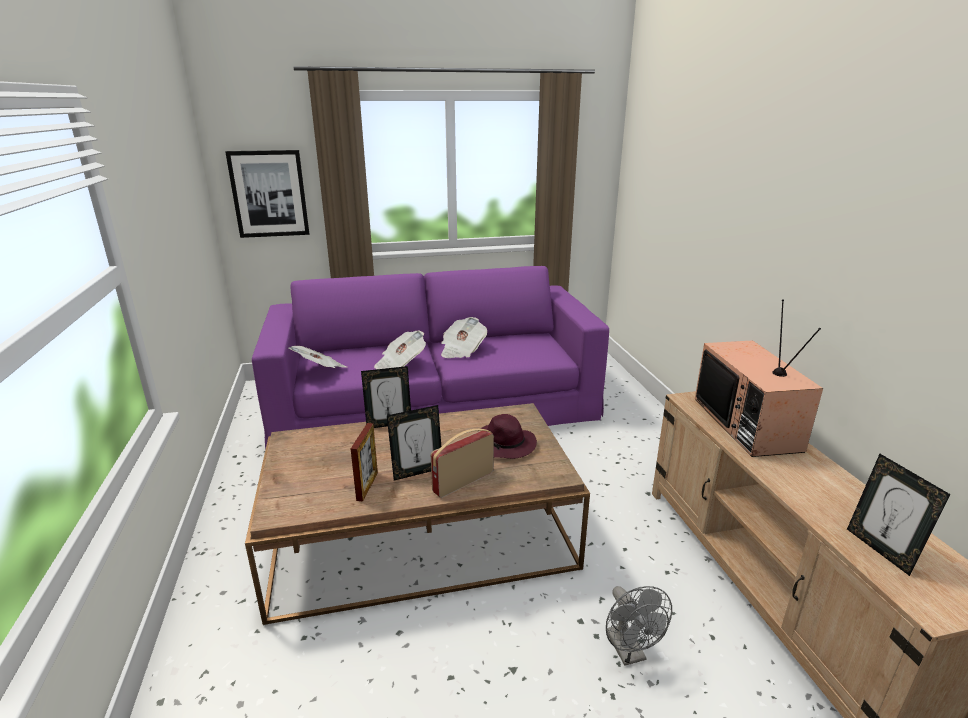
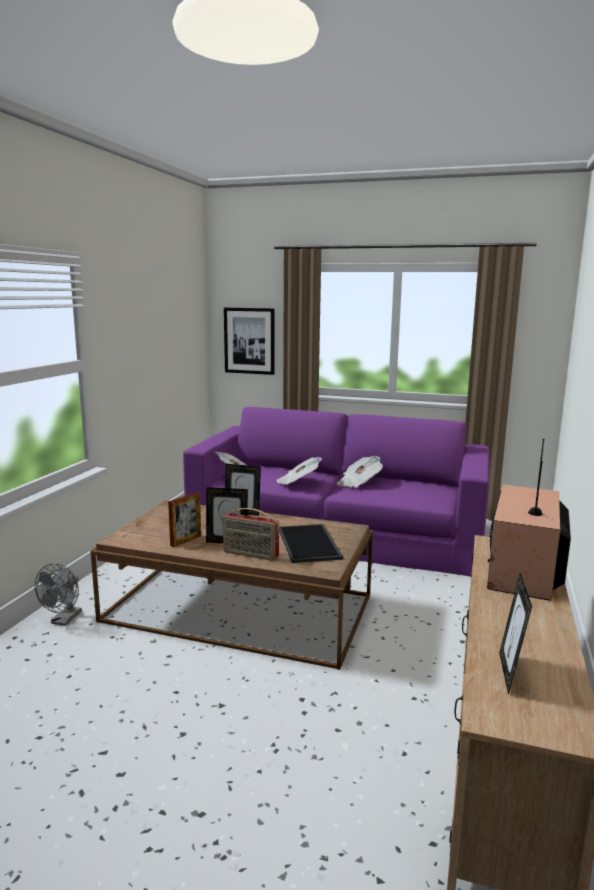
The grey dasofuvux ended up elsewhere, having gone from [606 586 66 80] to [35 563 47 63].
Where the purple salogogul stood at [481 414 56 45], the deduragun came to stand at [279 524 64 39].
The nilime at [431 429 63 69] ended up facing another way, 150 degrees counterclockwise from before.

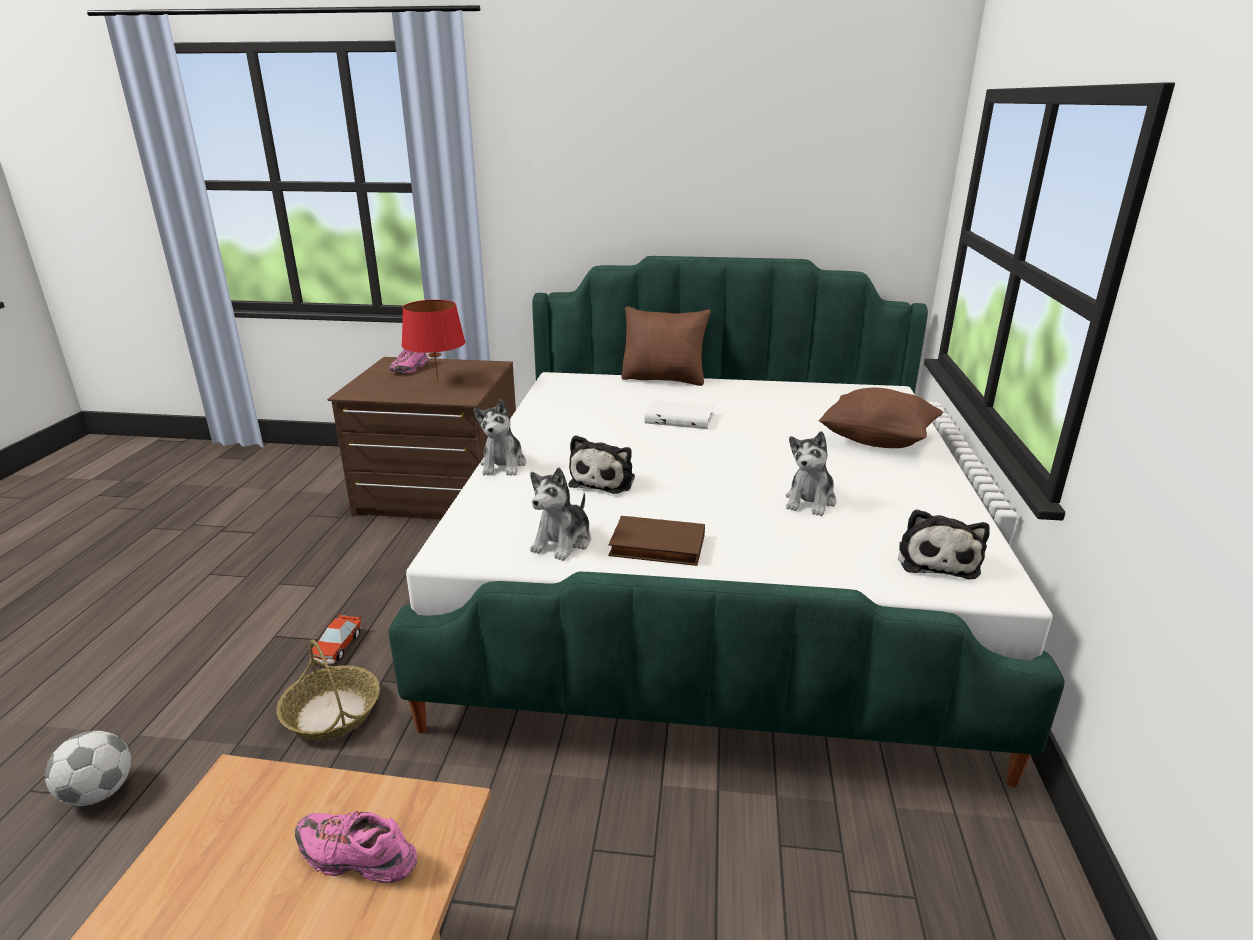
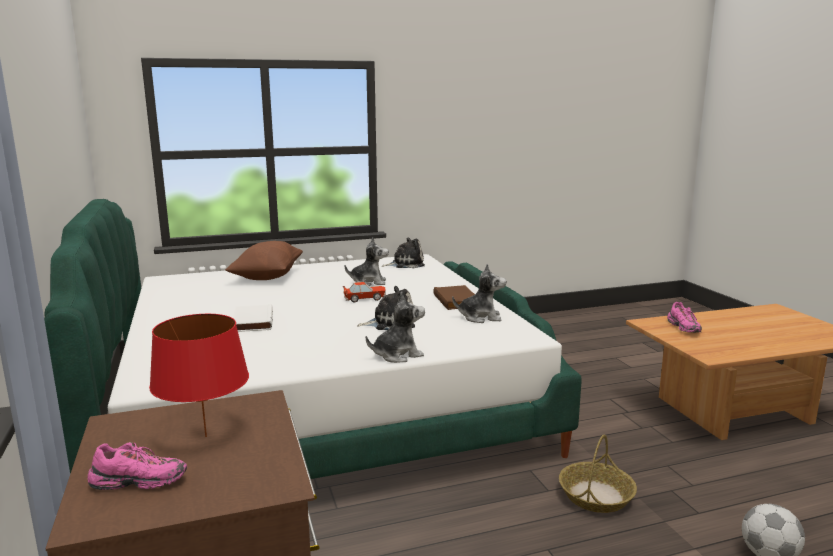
The second view lost the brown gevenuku at [621 306 90 80].
The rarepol ended up elsewhere, having gone from [309 613 53 51] to [343 282 43 21].

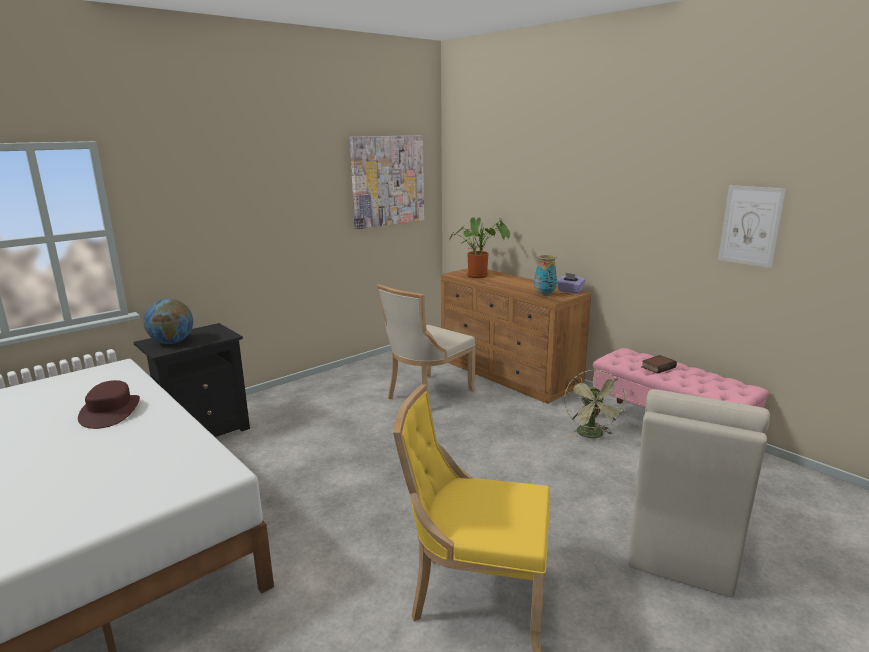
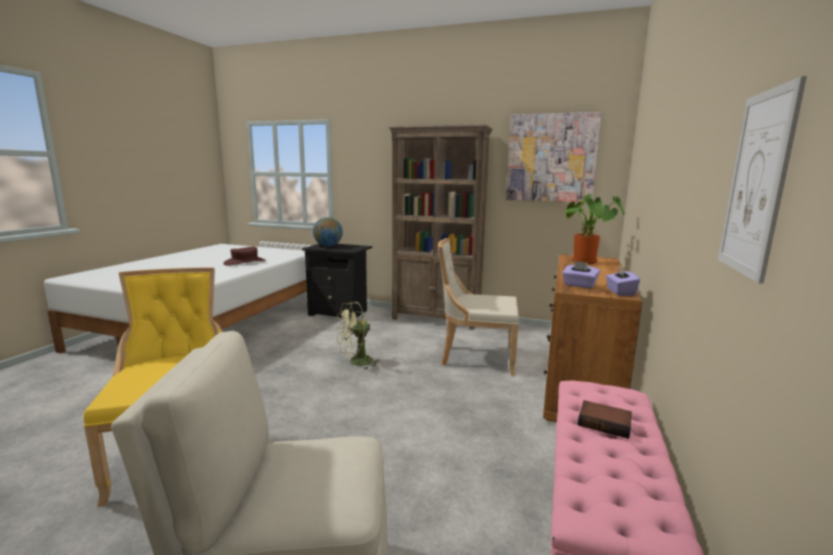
The second view gained the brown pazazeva at [389 124 104 206].
The green dasofuvux ended up elsewhere, having gone from [564 370 63 68] to [336 302 45 68].
Where the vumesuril stood at [534 254 23 42], the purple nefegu came to stand at [562 261 38 28].

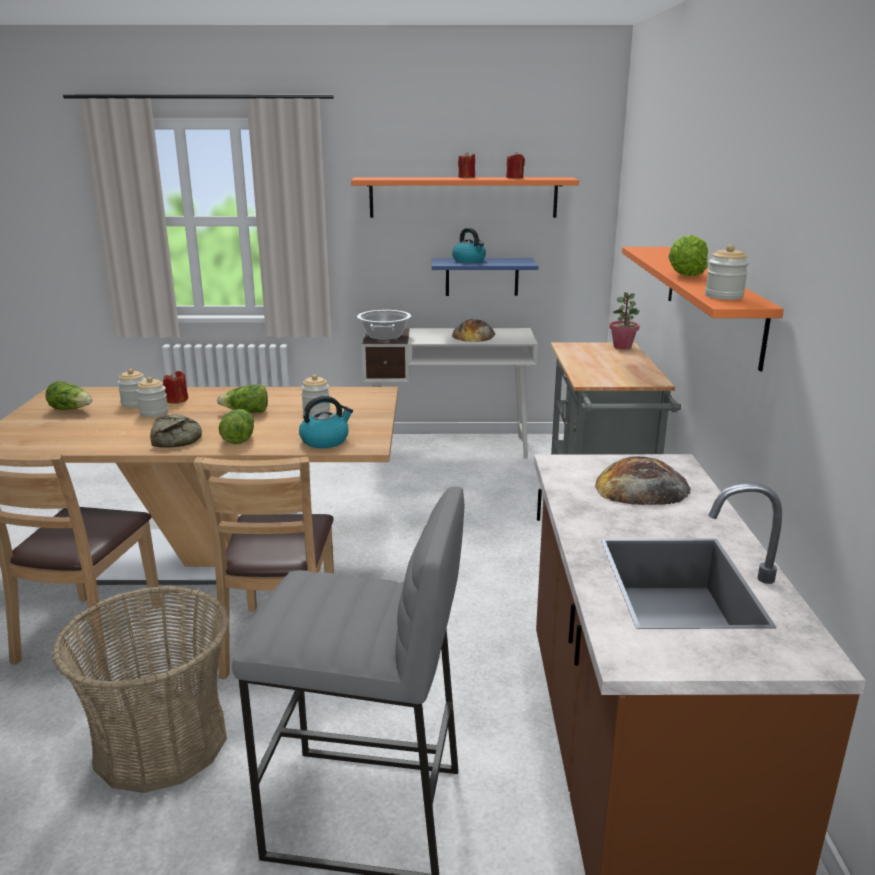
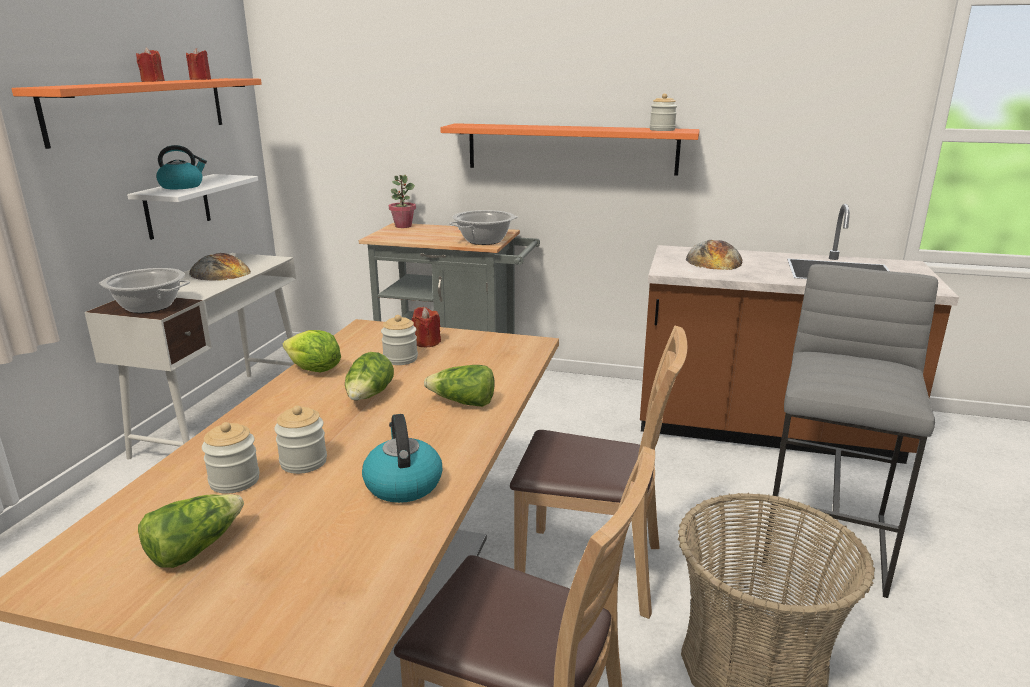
The second view lost the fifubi at [150 414 52 34].
The second view gained the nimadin at [449 210 69 35].
The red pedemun ended up elsewhere, having gone from [163 371 25 33] to [412 307 29 40].
The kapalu ended up elsewhere, having gone from [299 396 54 52] to [362 414 80 89].
The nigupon ended up elsewhere, having gone from [668 235 40 41] to [283 330 58 43].
What was the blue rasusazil at [432 258 106 38] turned into the white rasusazil at [127 174 131 66].

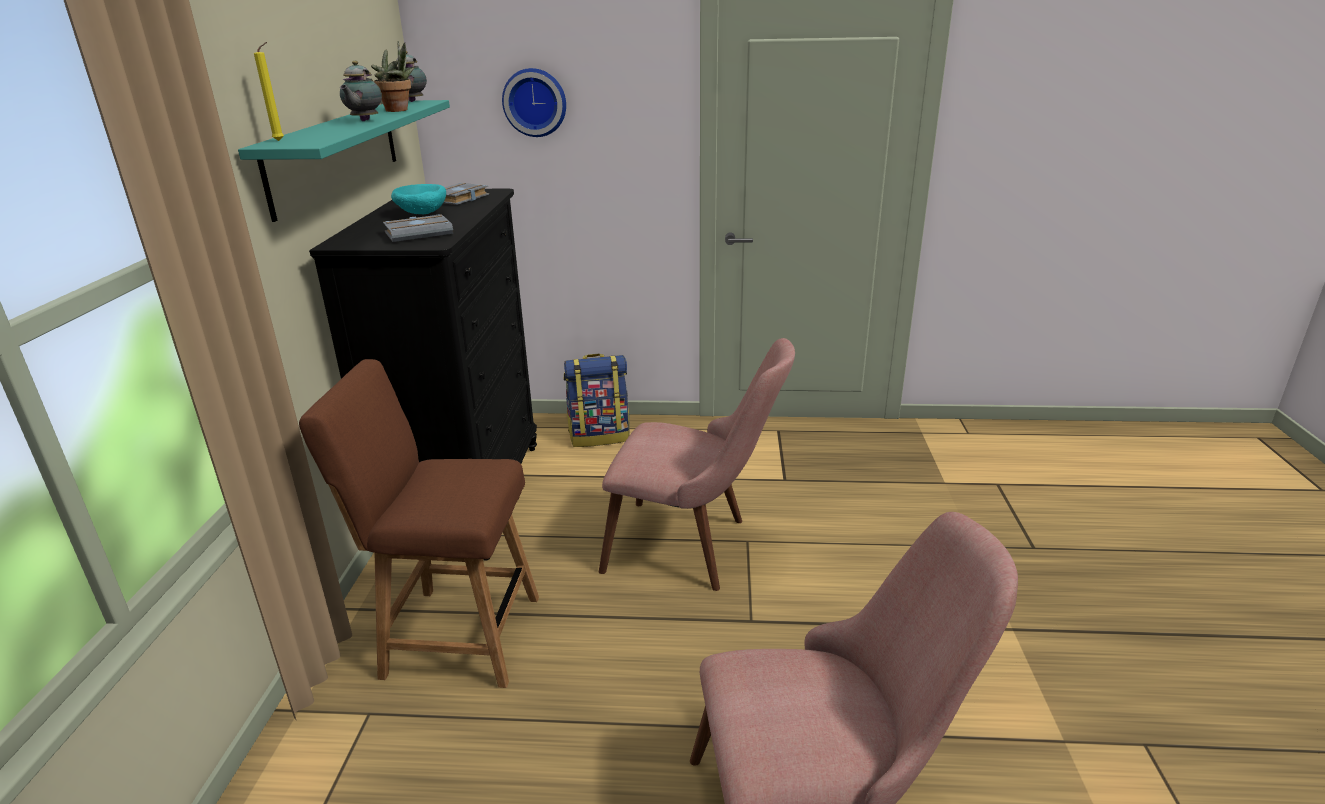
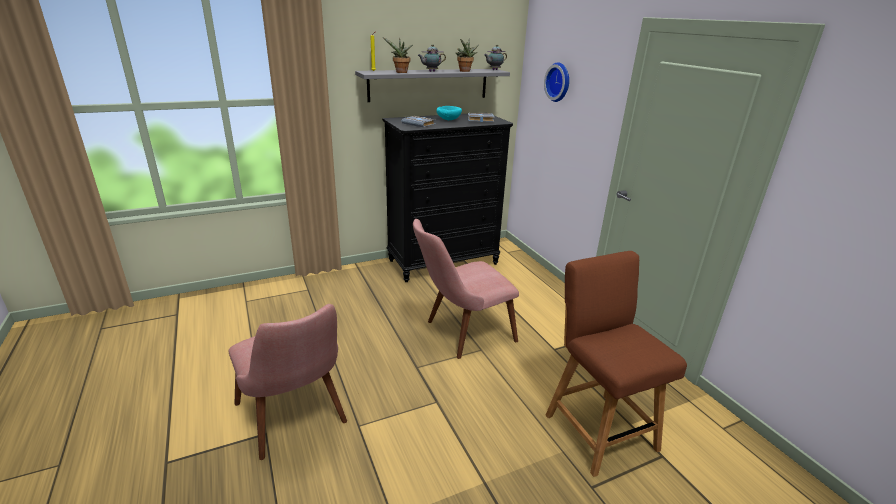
The second view lost the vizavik at [564 354 65 93].
The second view gained the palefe at [383 37 30 36].
The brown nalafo ended up elsewhere, having gone from [299 359 240 329] to [546 251 141 226].
What was the turquoise rasusazil at [238 100 212 122] turned into the grey rasusazil at [355 69 155 33].
The pink nalafo at [599 338 196 253] ended up facing another way, 75 degrees clockwise from before.

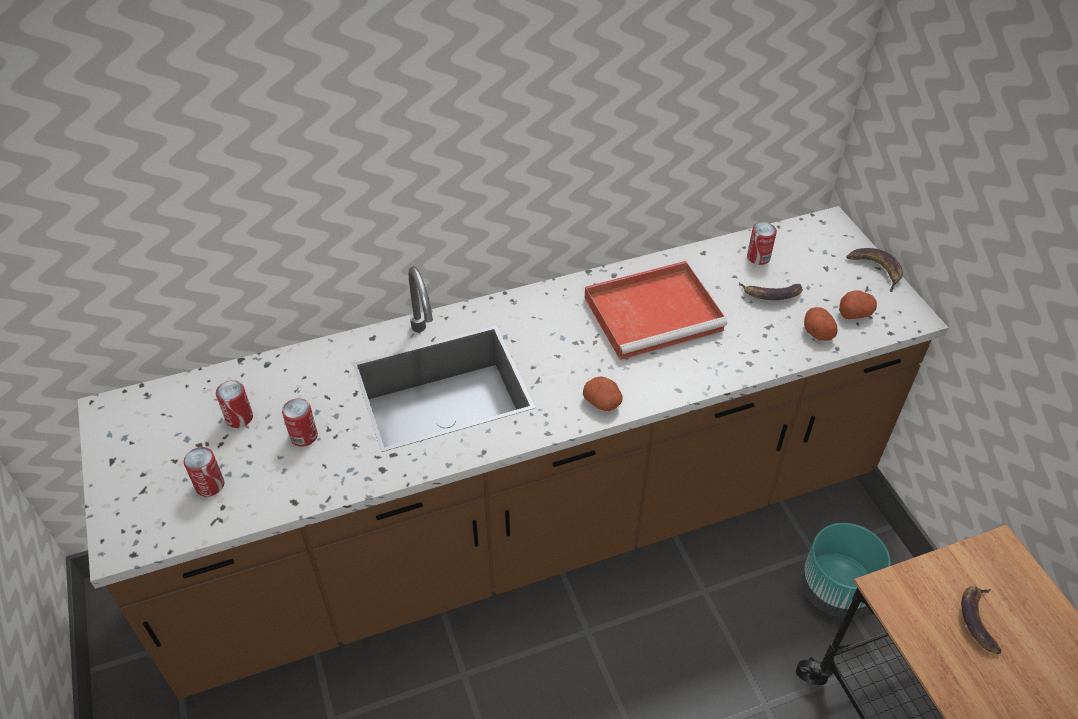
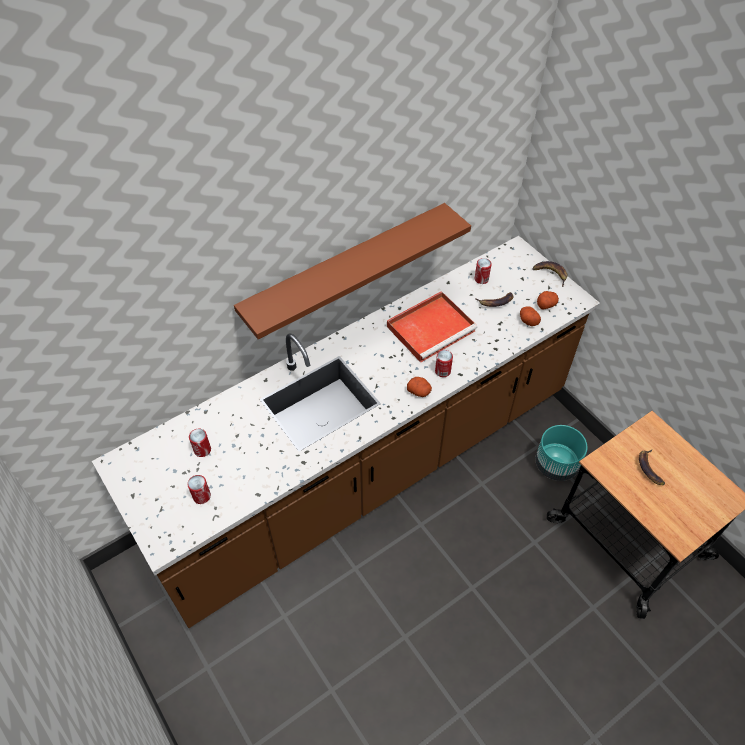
The second view gained the brown rasusazil at [234 203 237 137].
The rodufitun ended up elsewhere, having gone from [282 398 36 49] to [435 350 18 27].

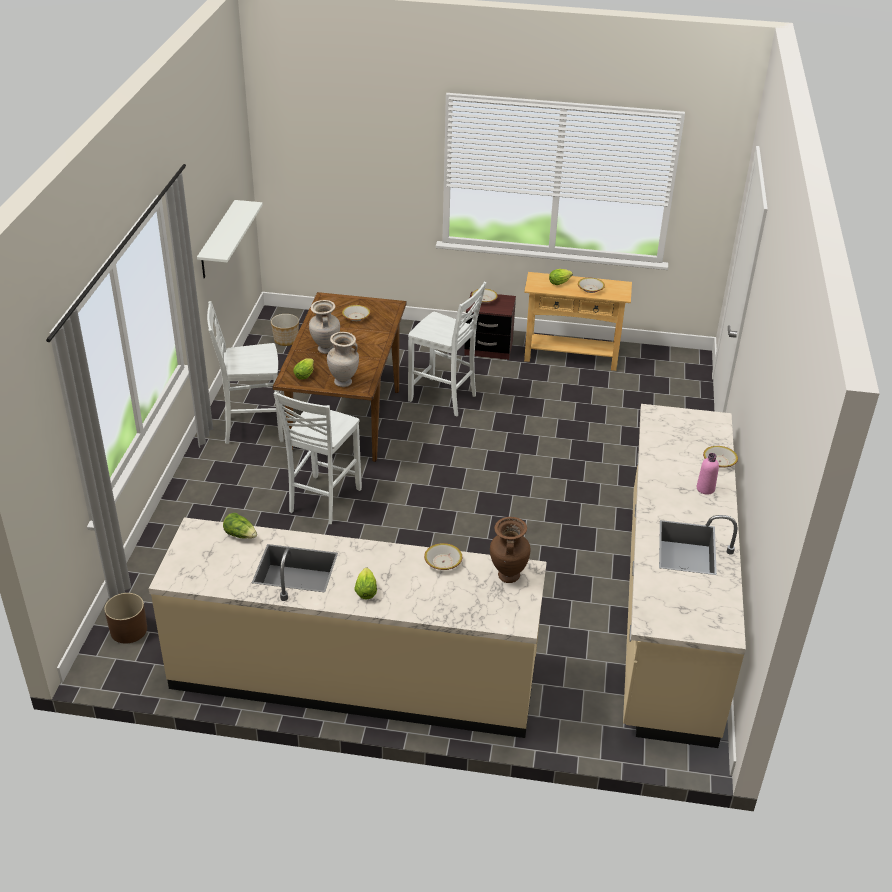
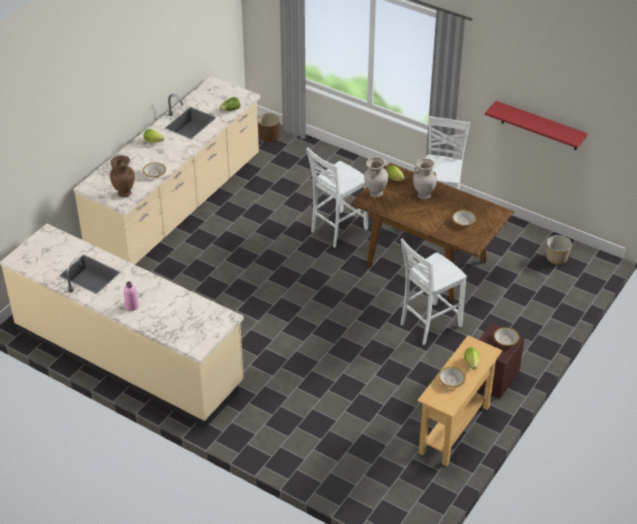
The second view lost the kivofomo at [703 446 35 22].
What was the white rasusazil at [197 200 66 78] turned into the red rasusazil at [485 101 103 49].
The white nalafo at [273 392 89 132] ended up facing another way, 90 degrees counterclockwise from before.

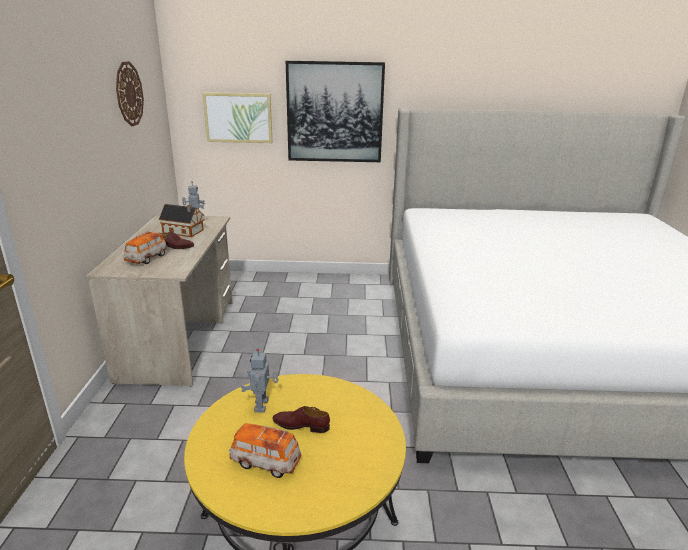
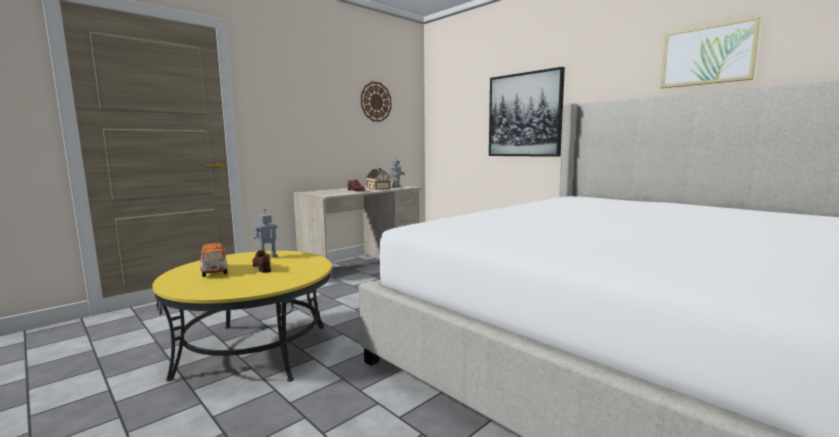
The second view lost the rarepol at [123 231 44 33].
The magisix ended up elsewhere, having gone from [202 92 70 51] to [661 16 100 72].

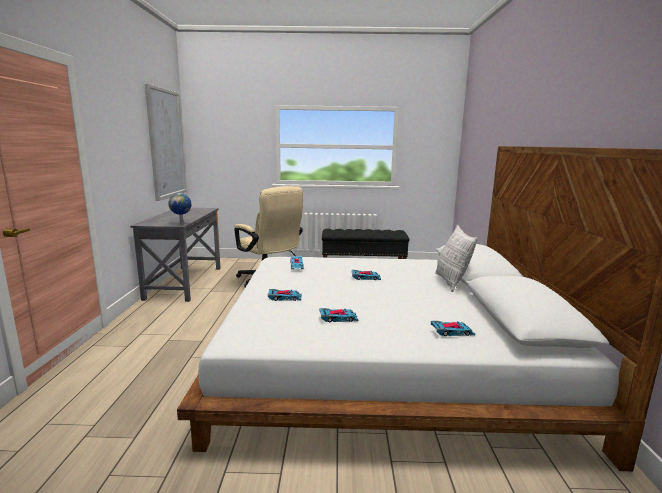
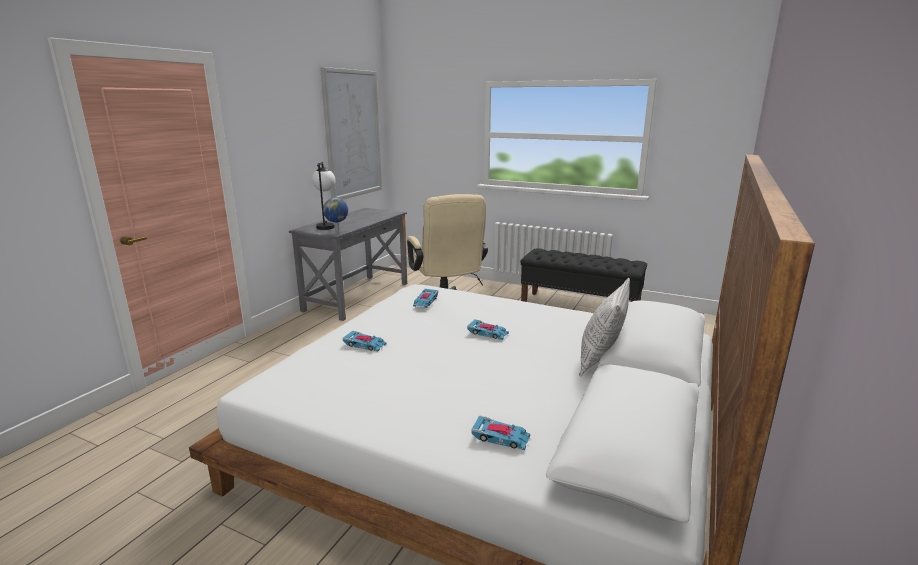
The second view lost the rarepol at [320 308 38 14].
The second view gained the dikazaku at [312 162 23 68].

